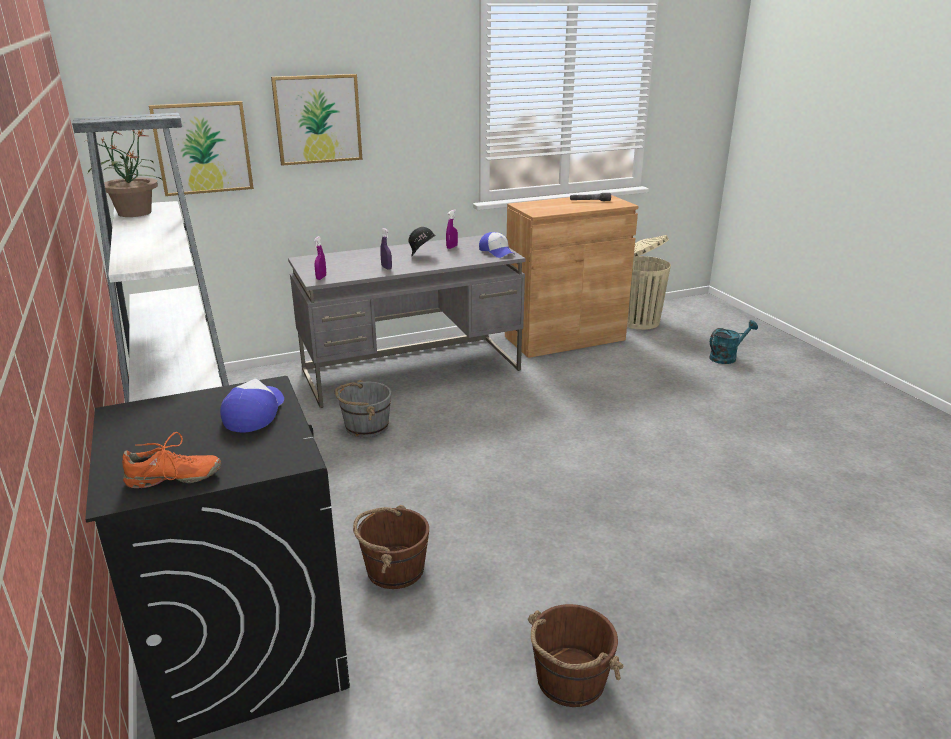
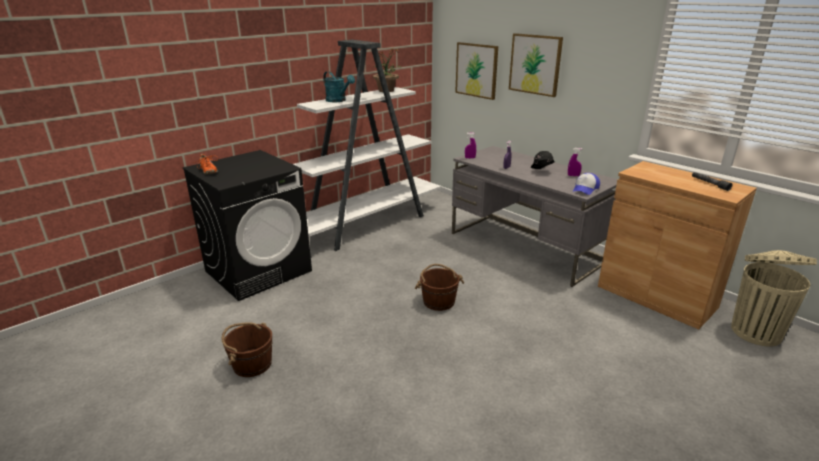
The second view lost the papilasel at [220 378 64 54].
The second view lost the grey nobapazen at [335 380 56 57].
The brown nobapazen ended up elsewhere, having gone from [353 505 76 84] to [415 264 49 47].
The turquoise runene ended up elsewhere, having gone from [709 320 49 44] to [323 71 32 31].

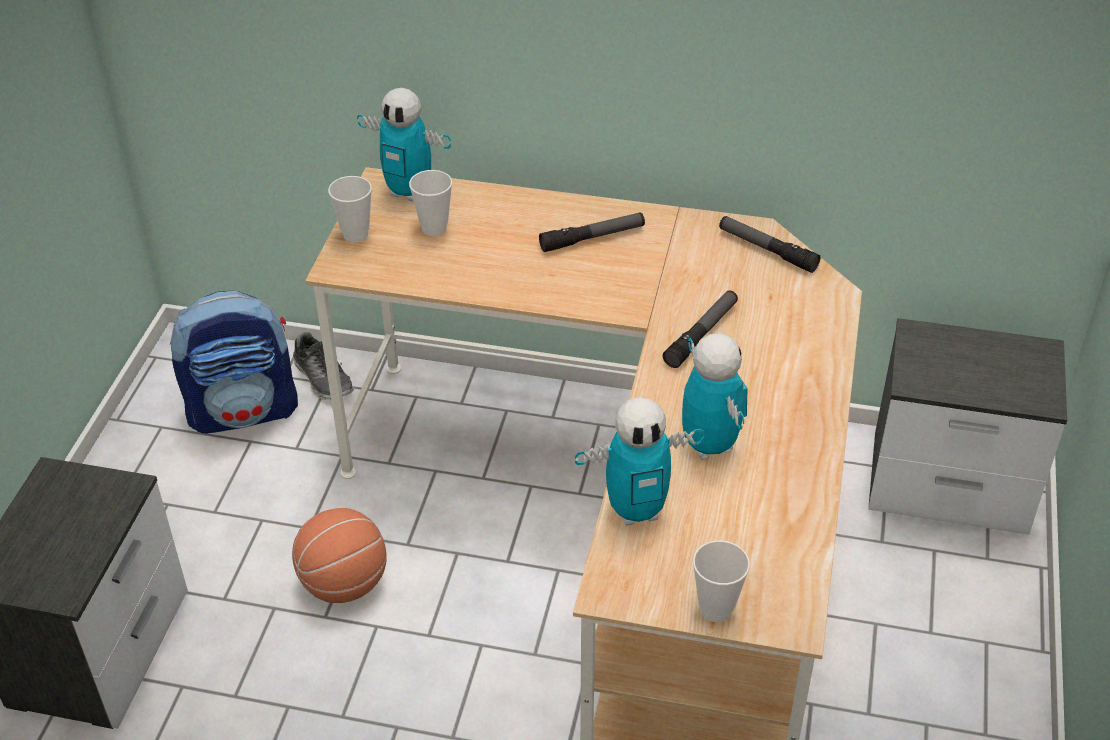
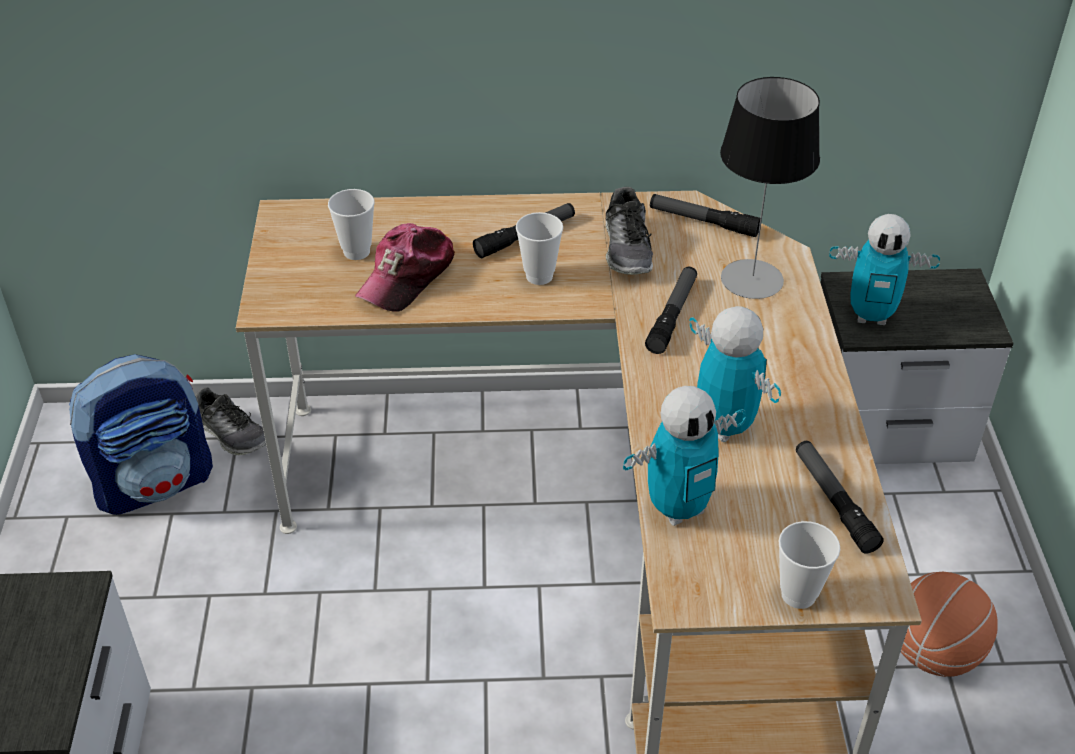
The second view gained the papilasel at [355 223 100 89].
The second view gained the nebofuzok at [605 187 48 88].
The second view gained the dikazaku at [720 77 100 222].
The second view gained the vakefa at [796 441 88 113].
The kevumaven ended up elsewhere, having gone from [292 508 95 95] to [901 572 97 105].
The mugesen ended up elsewhere, having gone from [328 176 44 66] to [516 212 47 73].
The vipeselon ended up elsewhere, having gone from [357 88 94 114] to [829 214 111 111].

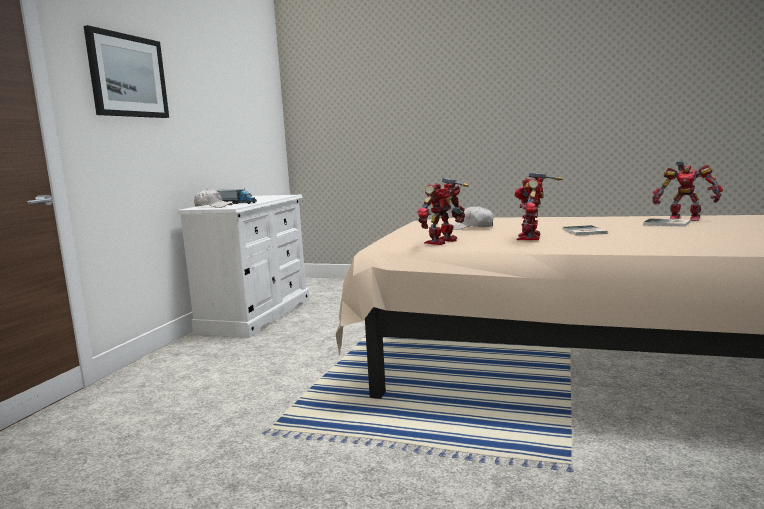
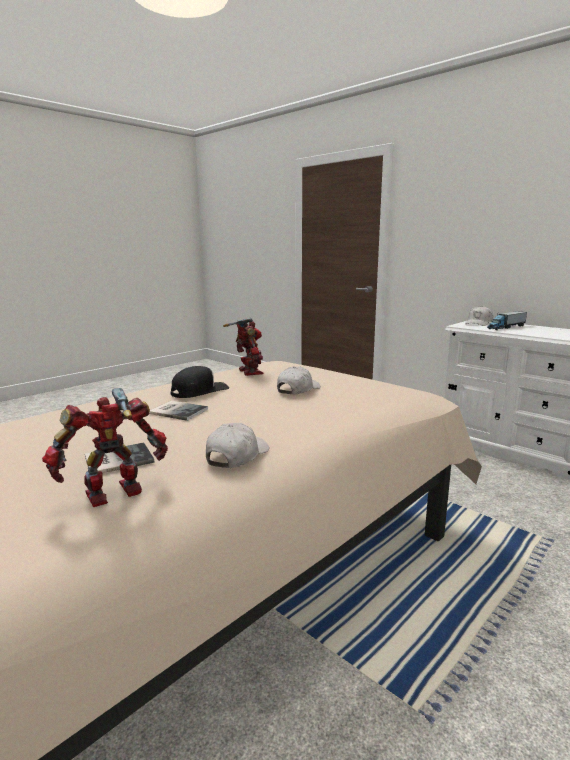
The second view lost the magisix at [84 25 85 93].
The second view gained the white papilasel at [206 423 63 45].
Where the vipeselon stood at [514 172 49 68], the black papilasel came to stand at [171 366 58 32].

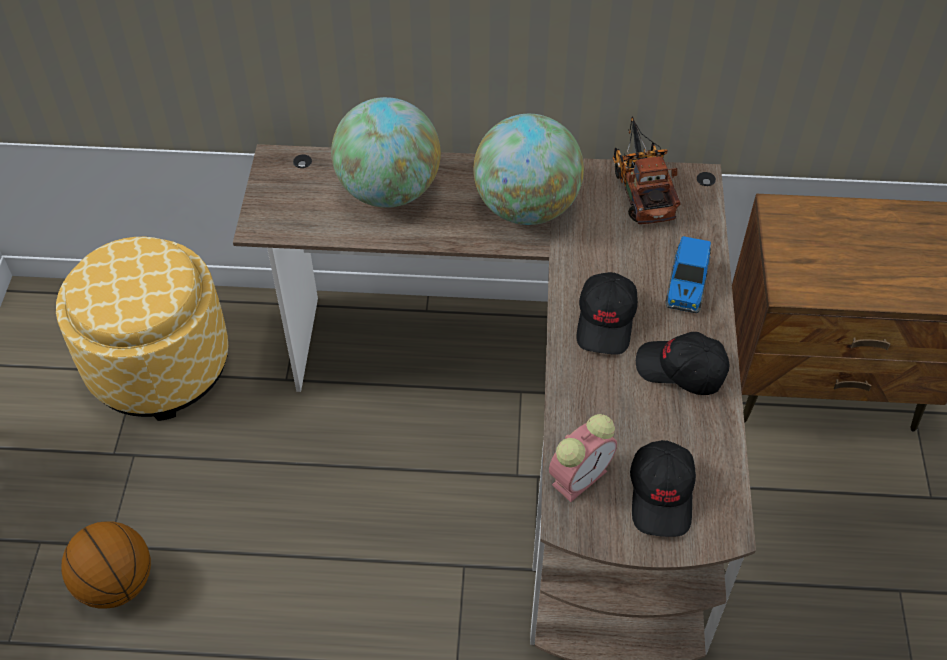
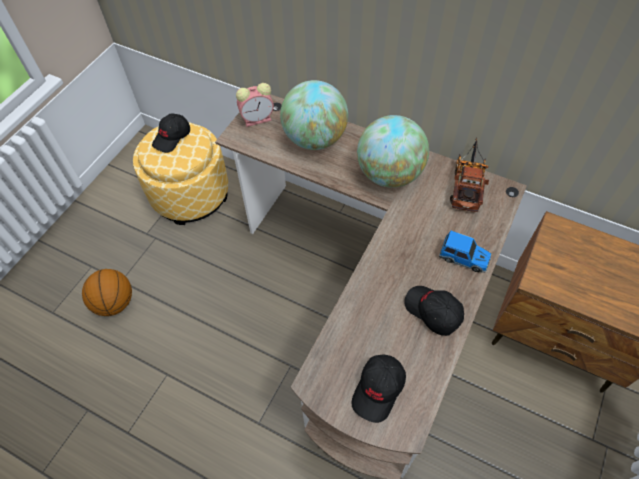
The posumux ended up elsewhere, having gone from [549 414 68 88] to [236 83 38 44].
The black papilasel ended up elsewhere, having gone from [576 272 62 83] to [152 113 38 40].
The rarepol at [665 236 46 77] ended up facing another way, 105 degrees counterclockwise from before.

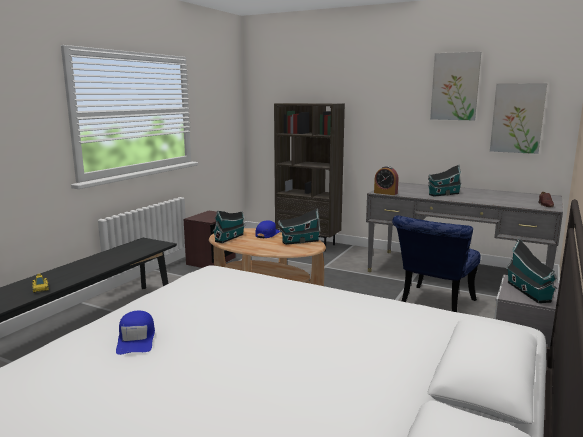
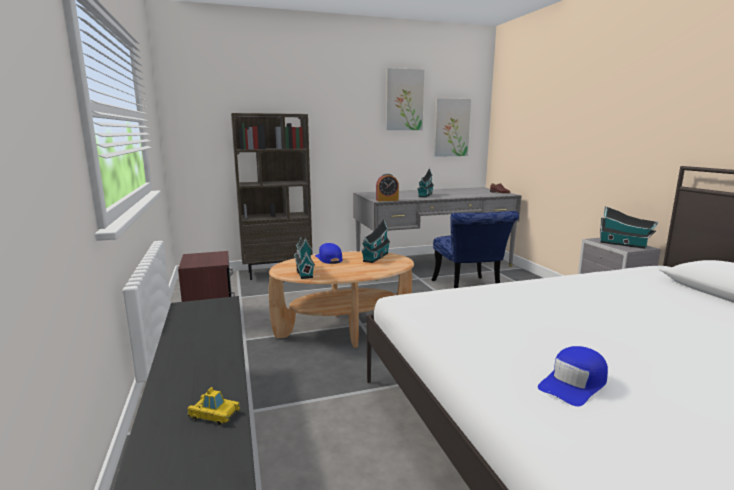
The blue papilasel at [116 310 39 45] ended up facing another way, 105 degrees clockwise from before.

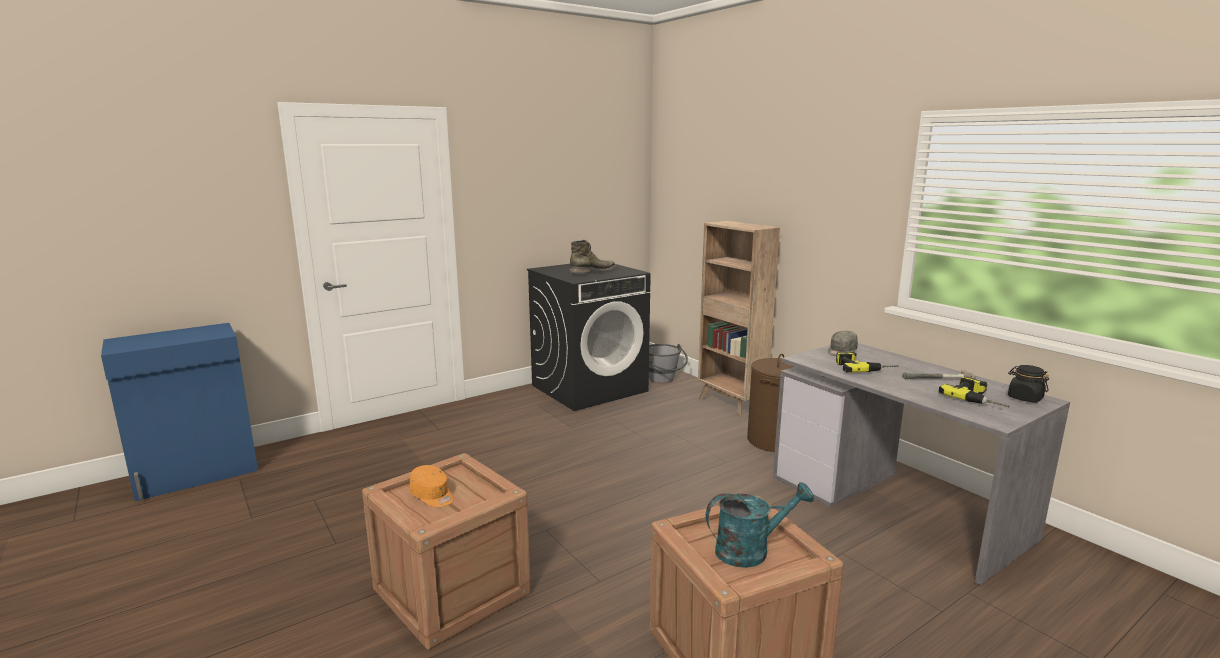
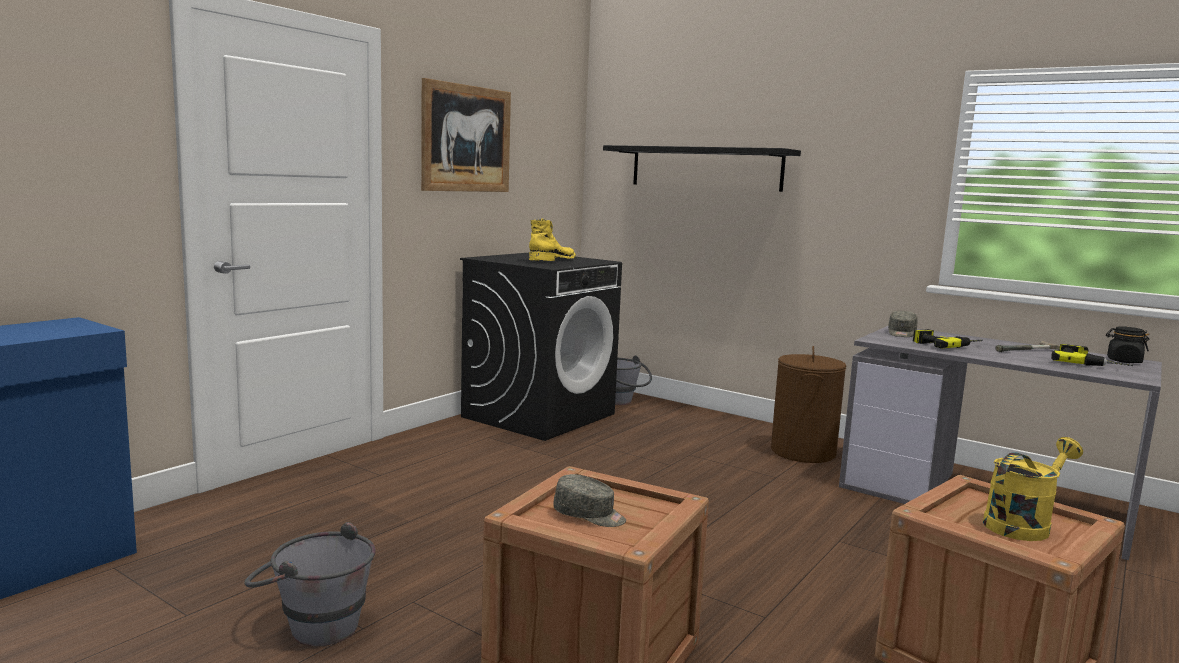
The second view lost the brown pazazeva at [698 221 82 196].
The second view gained the grey nobapazen at [245 522 131 124].
The second view gained the magisix at [421 78 90 114].
The second view gained the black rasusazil at [603 145 198 47].
What was the orange papilasel at [409 465 44 42] turned into the grey papilasel at [553 474 73 53].
What was the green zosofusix at [570 240 46 34] turned into the yellow zosofusix at [529 218 47 43].
What was the turquoise runene at [706 482 108 86] turned into the yellow runene at [983 437 100 104].

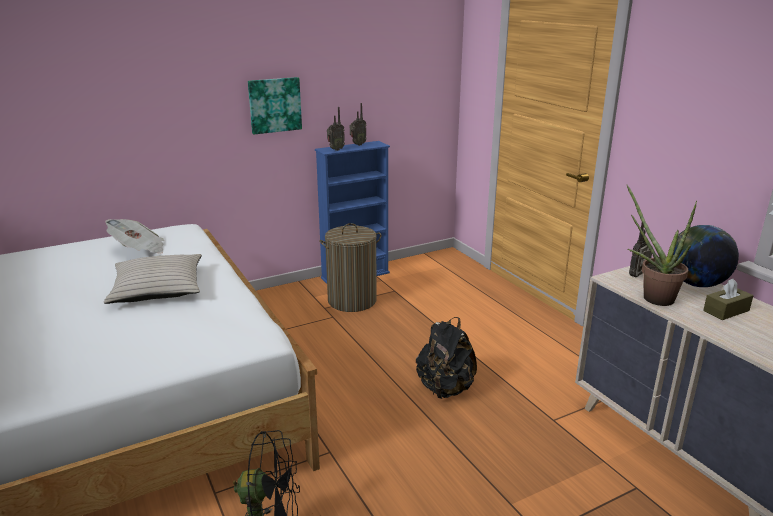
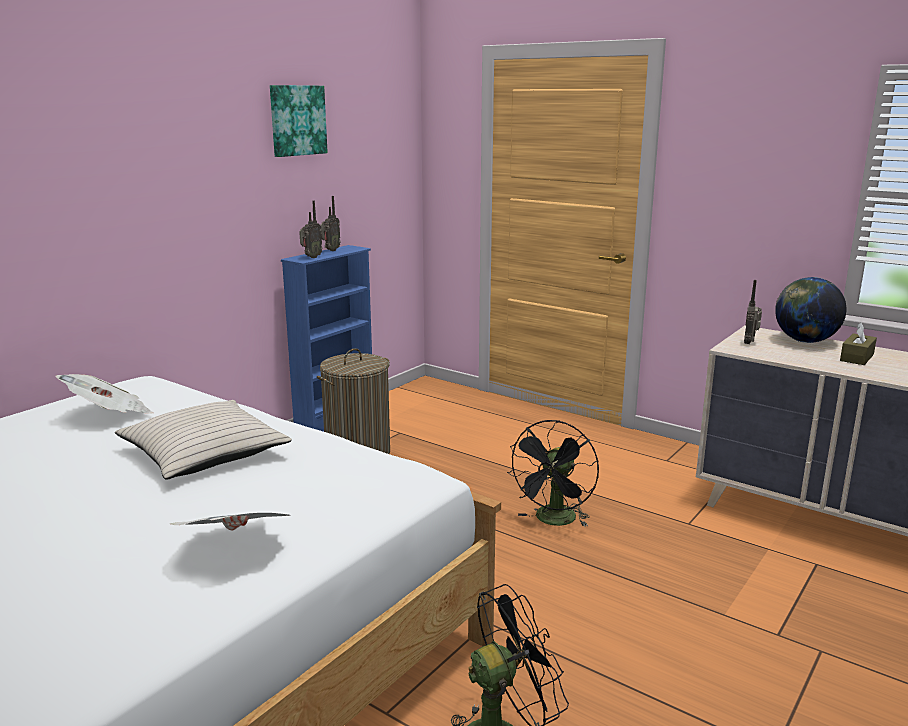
The second view lost the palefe at [627 185 70 121].
The second view gained the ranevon at [170 513 120 17].
The magisix ended up elsewhere, having gone from [248 77 54 57] to [270 85 58 72].
Where the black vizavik stood at [416 317 61 82], the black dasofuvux came to stand at [507 420 92 107].

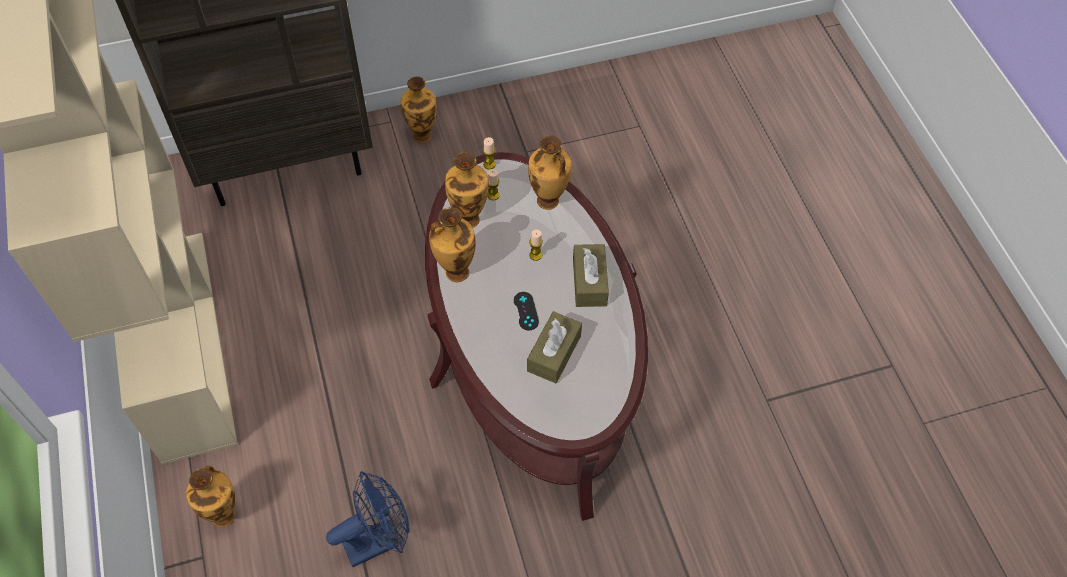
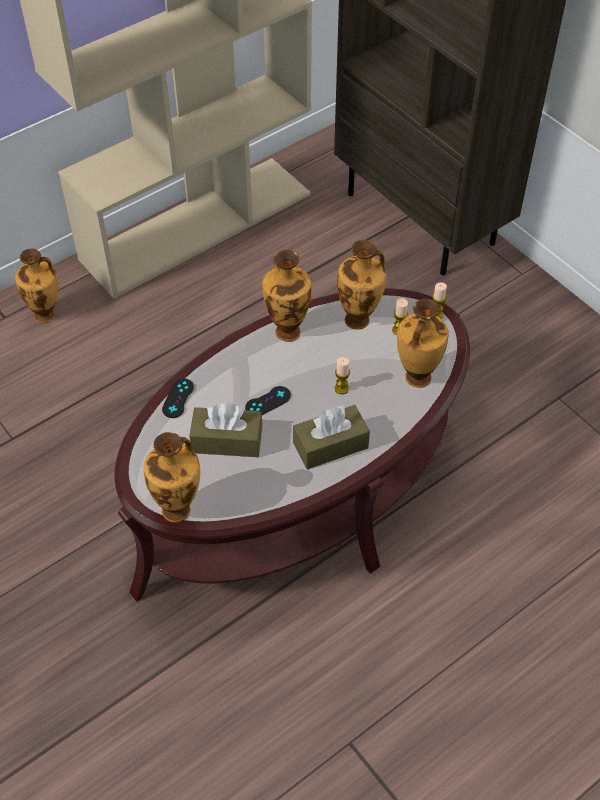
The second view lost the blue dasofuvux at [326 471 83 96].
The second view gained the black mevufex at [162 378 32 40].
The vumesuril ended up elsewhere, having gone from [400 77 37 66] to [144 432 56 90].

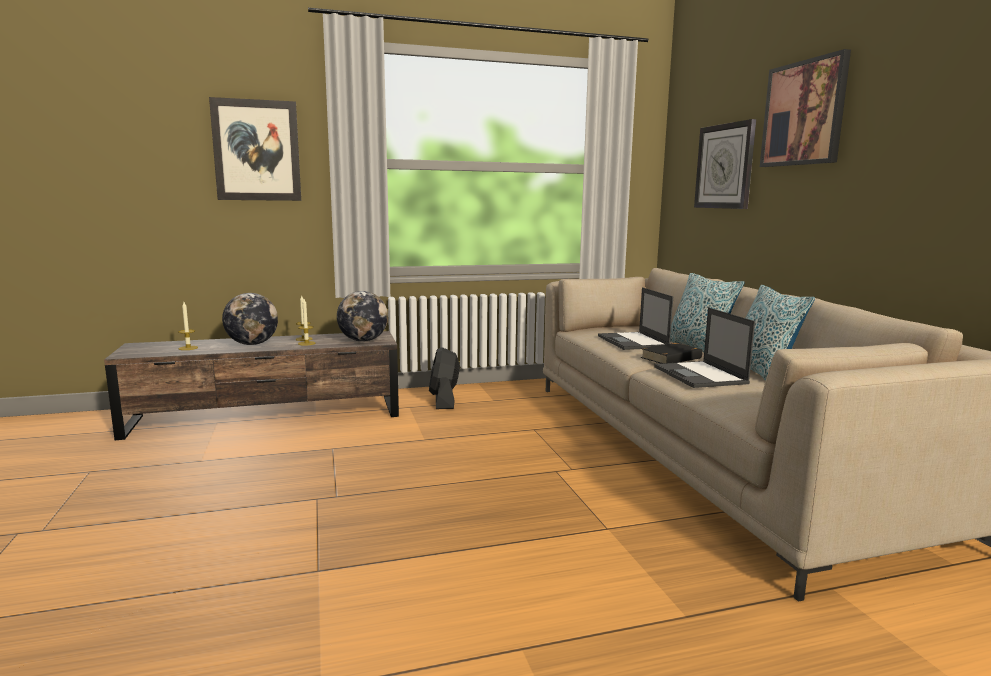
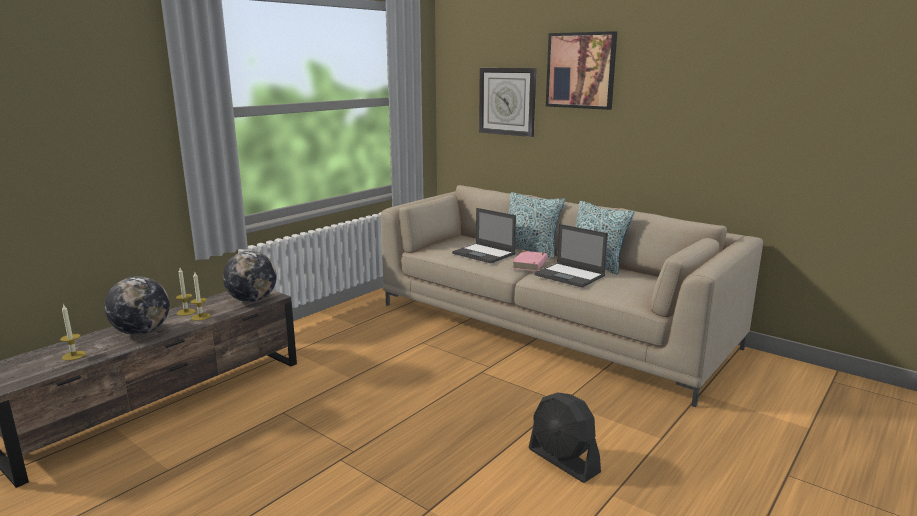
The second view lost the magisix at [209 97 92 104].
The black dasofuvux ended up elsewhere, having gone from [429 347 31 62] to [529 392 72 91].
What was the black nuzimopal at [640 343 62 20] turned into the pink nuzimopal at [512 251 36 20].

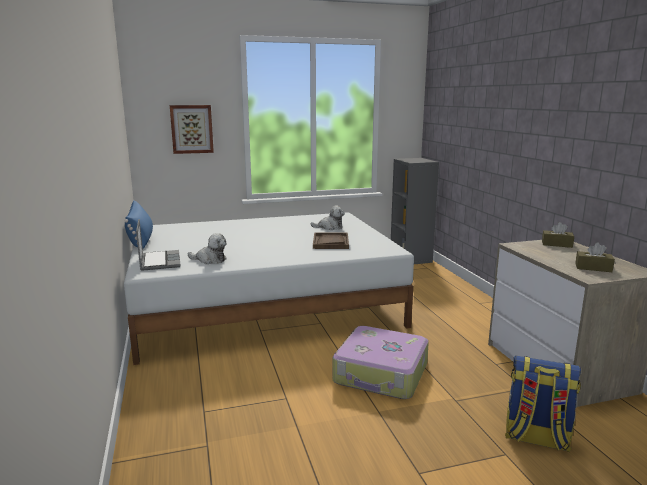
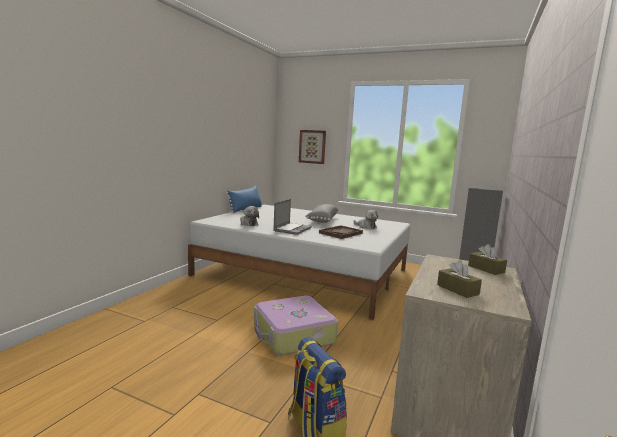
The second view gained the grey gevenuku at [306 204 32 19].
The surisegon ended up elsewhere, having gone from [136 219 45 52] to [273 199 39 36].

